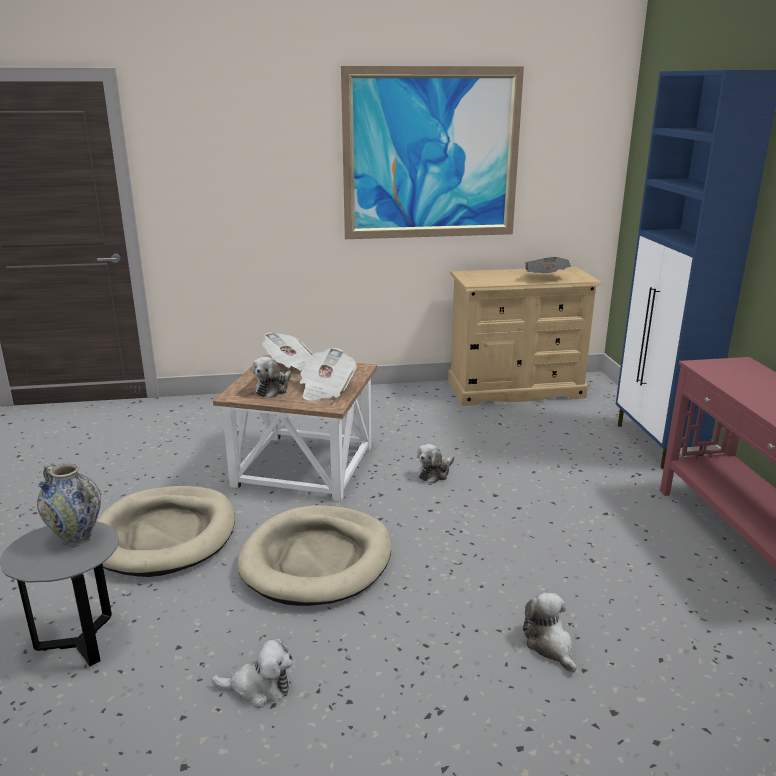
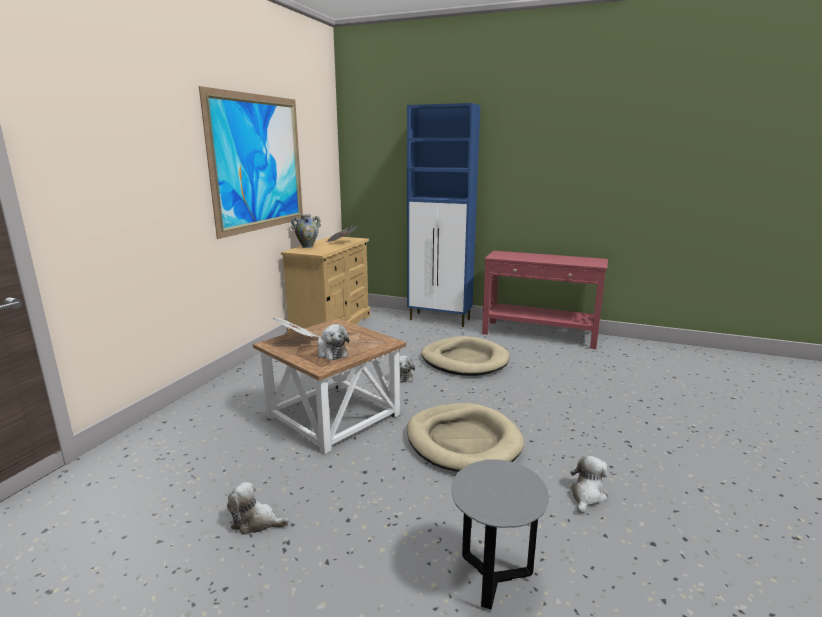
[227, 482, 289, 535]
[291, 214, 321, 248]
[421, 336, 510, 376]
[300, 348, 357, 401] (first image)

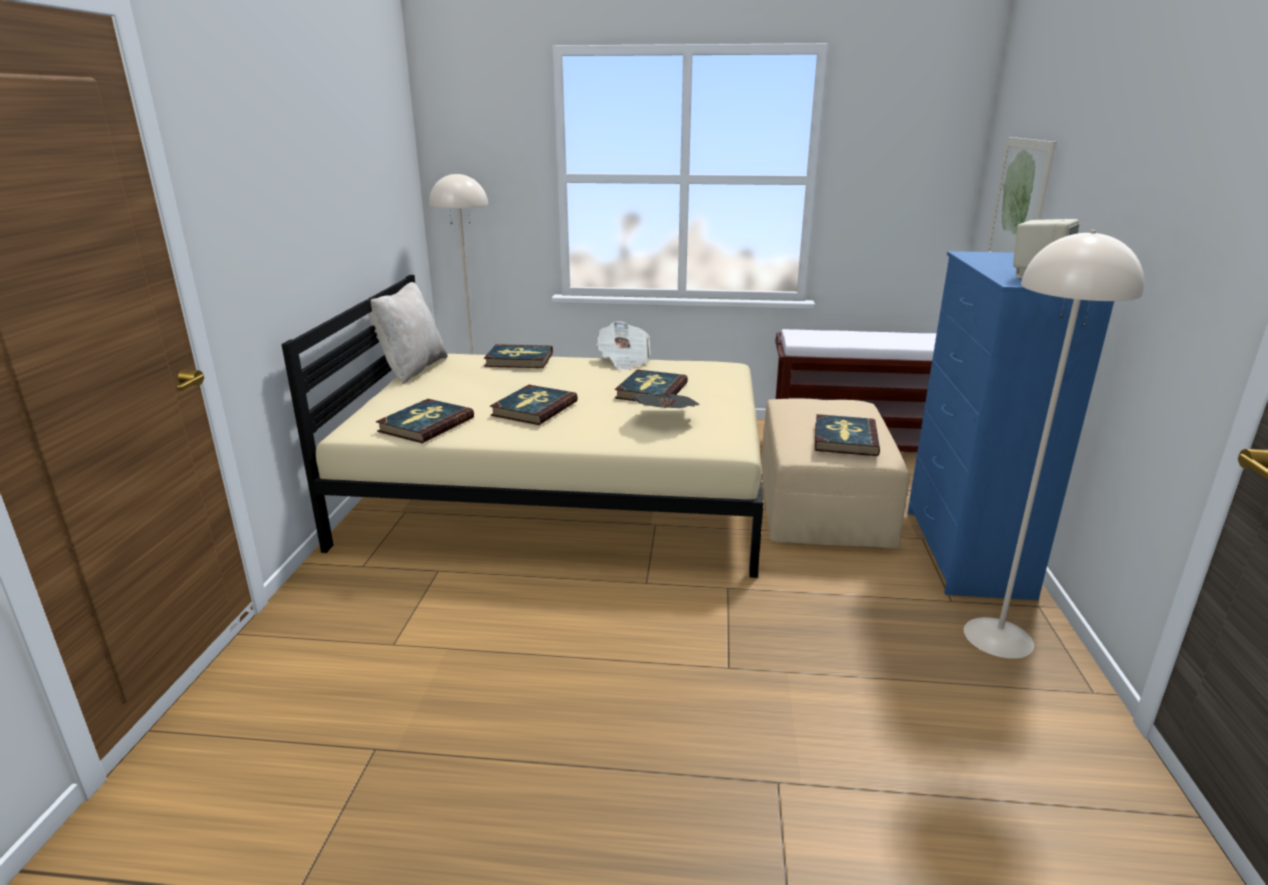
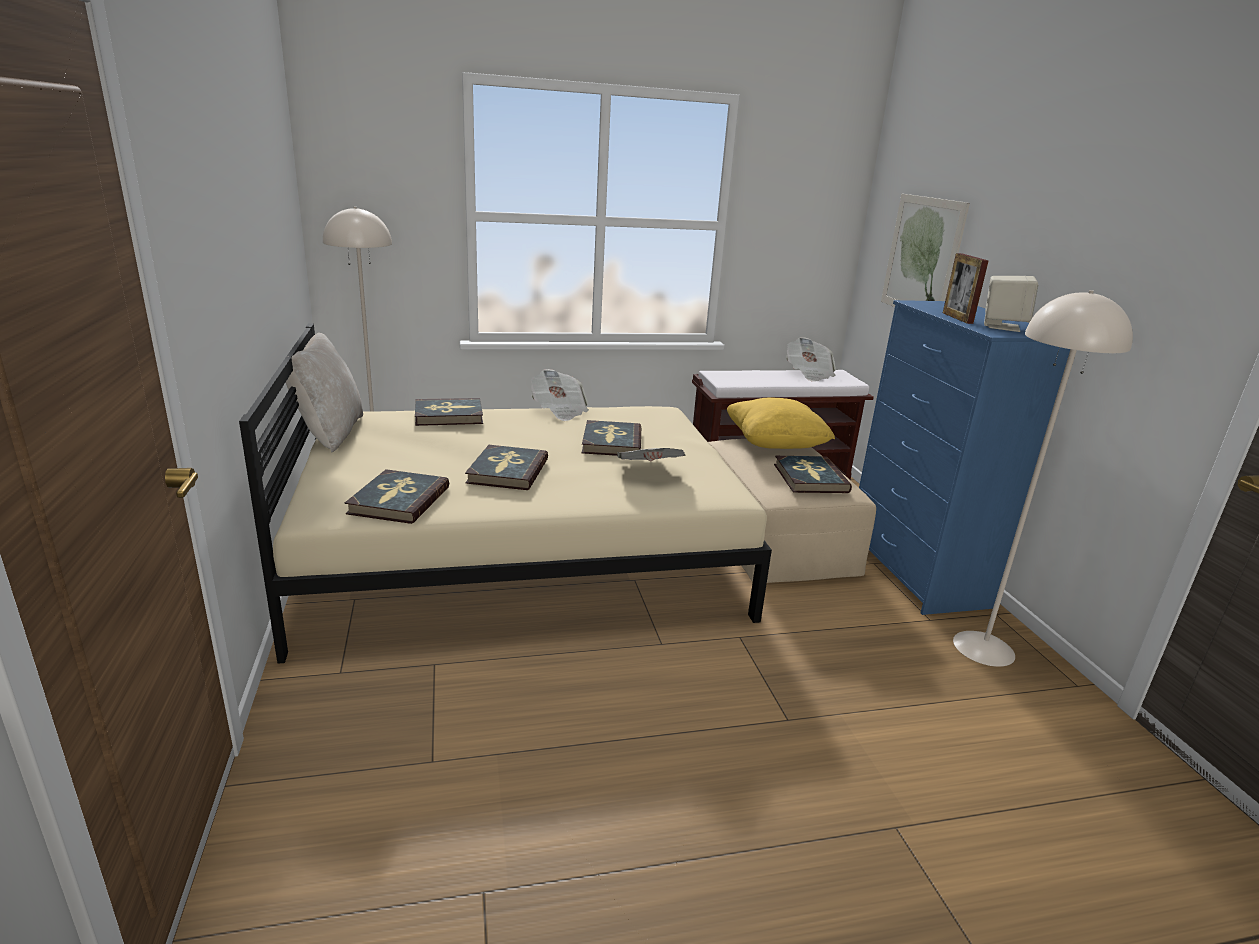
[727, 398, 835, 449]
[786, 337, 836, 382]
[943, 253, 989, 324]

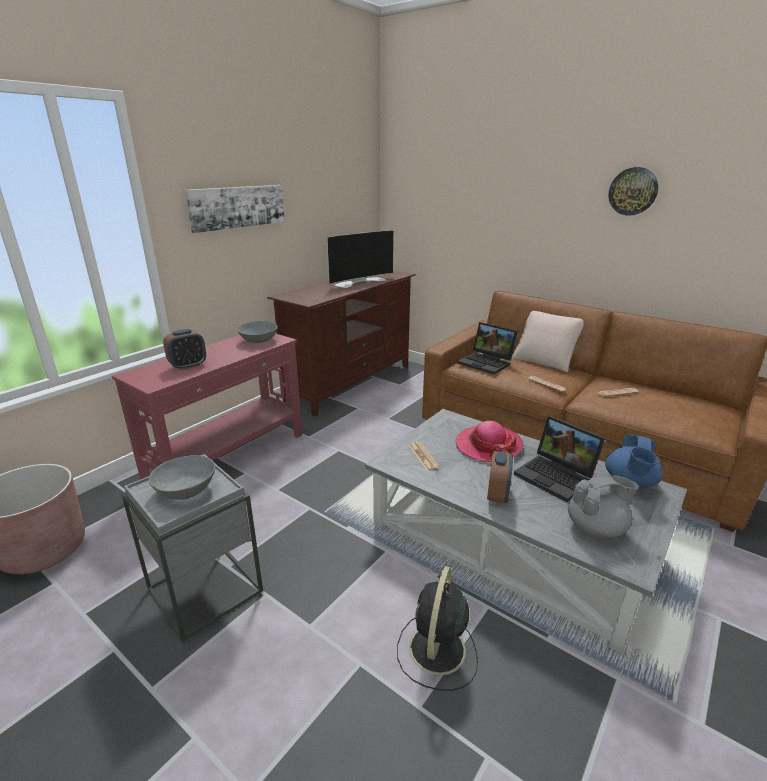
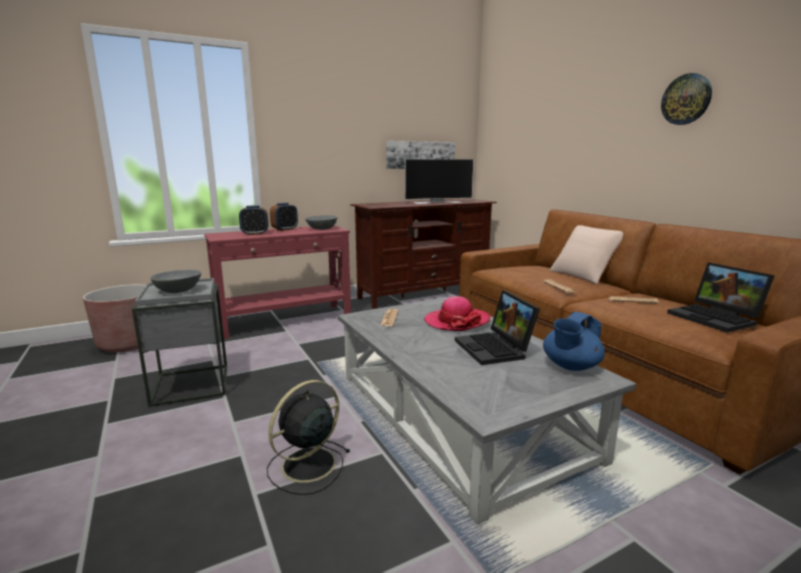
[270, 203, 298, 231]
[386, 141, 455, 169]
[667, 262, 774, 333]
[568, 475, 639, 538] (first image)

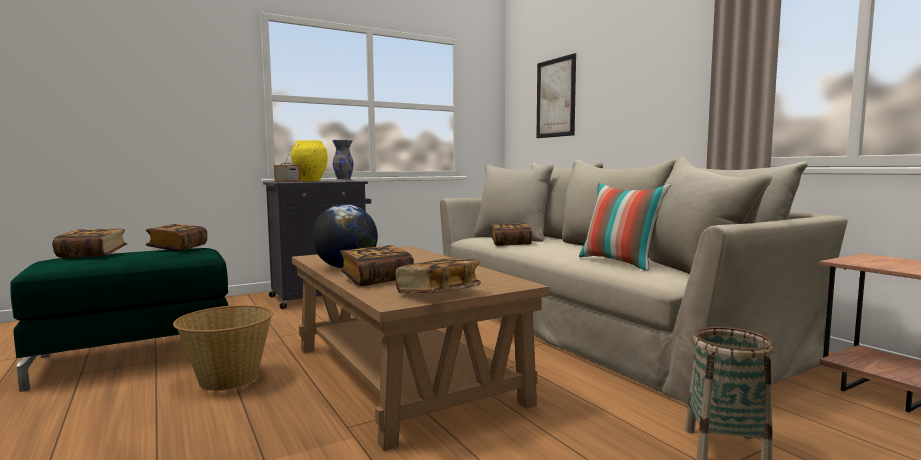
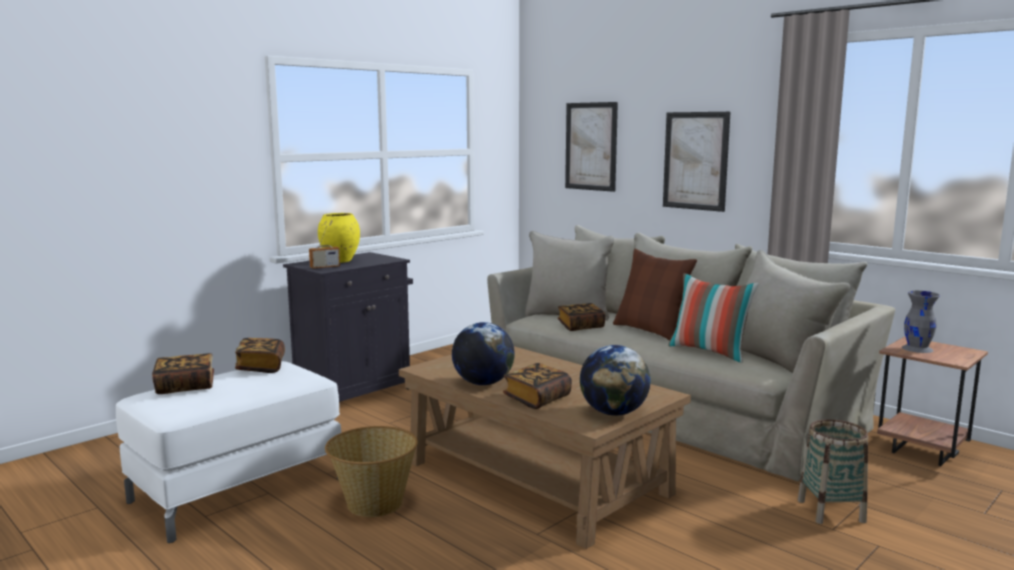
[116, 361, 341, 543]
[580, 345, 651, 416]
[613, 249, 697, 340]
[663, 112, 731, 212]
[902, 291, 940, 353]

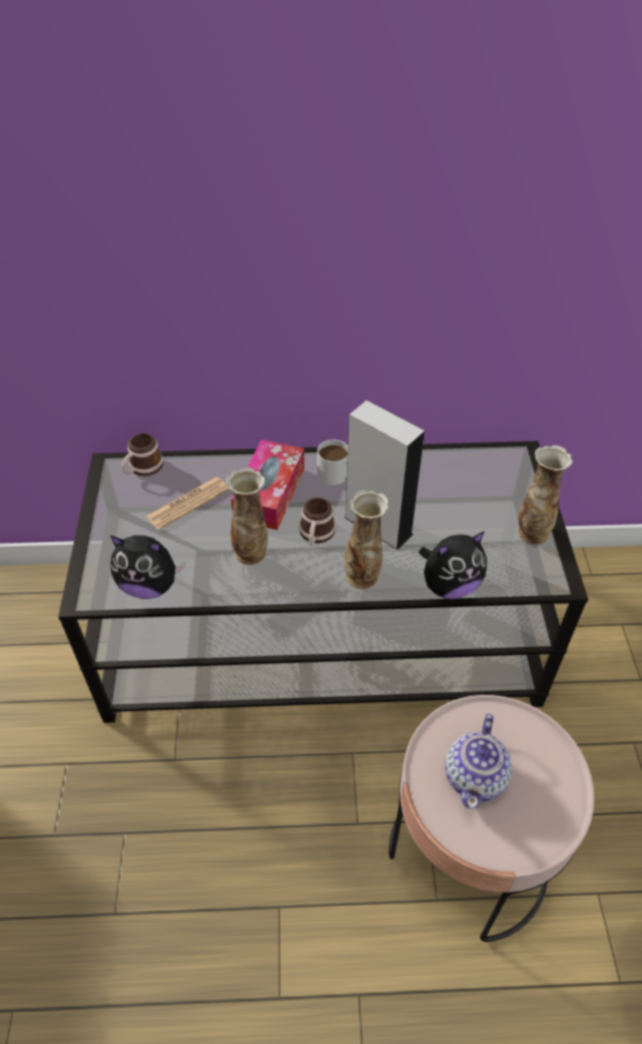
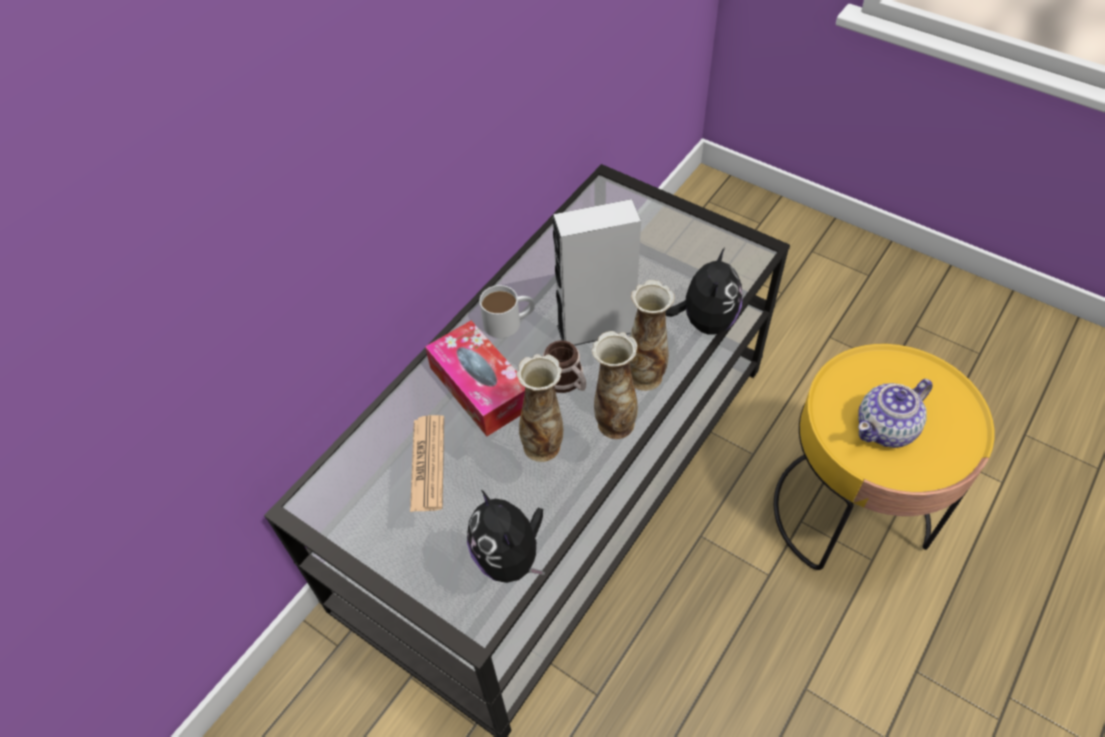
[467, 490, 545, 583]
[592, 331, 638, 439]
[774, 344, 994, 570]
[858, 379, 933, 448]
[122, 433, 163, 476] (first image)

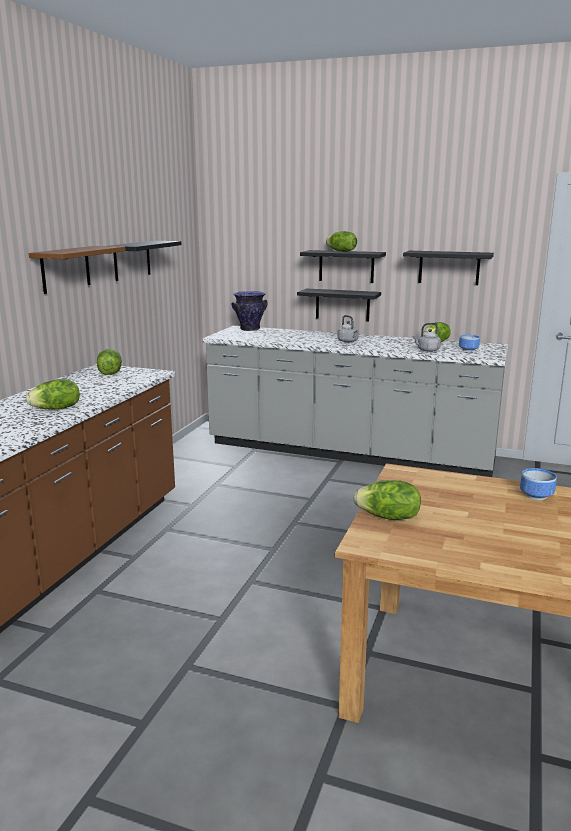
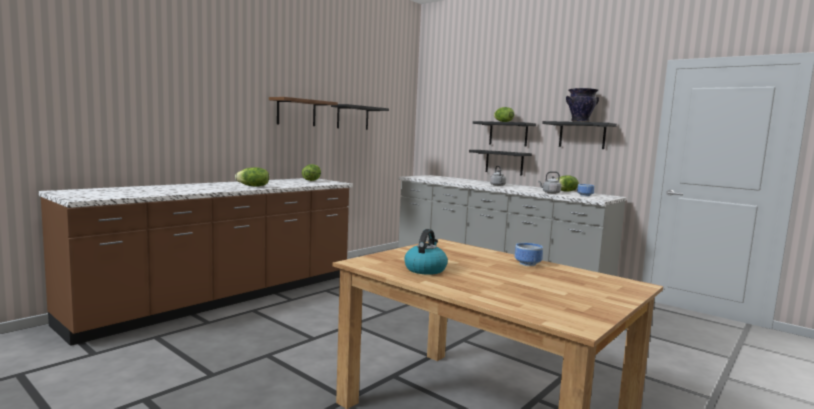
[404, 229, 448, 275]
[566, 88, 599, 122]
[353, 480, 421, 520] (first image)

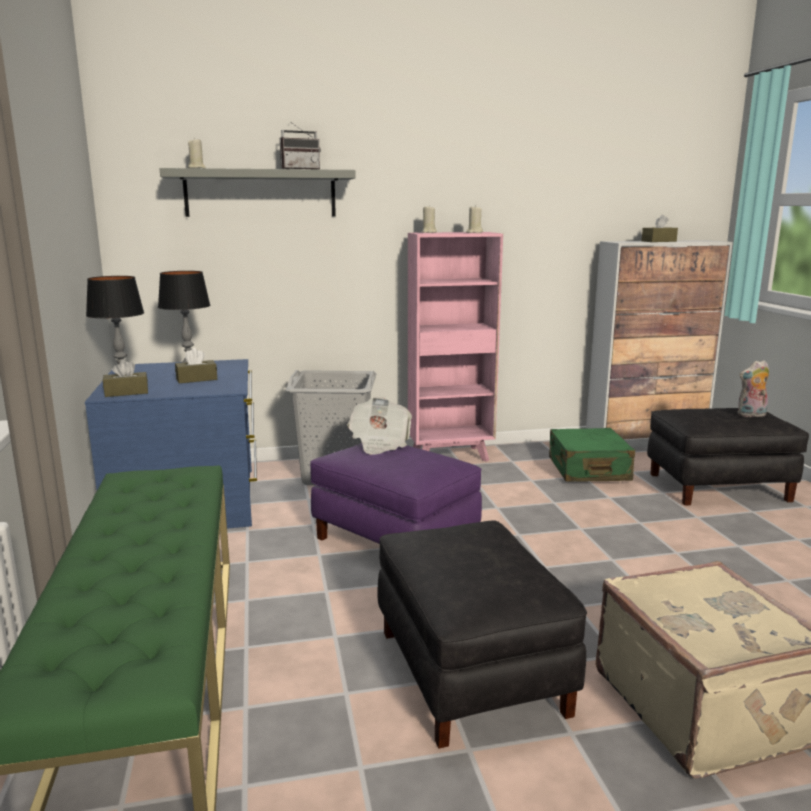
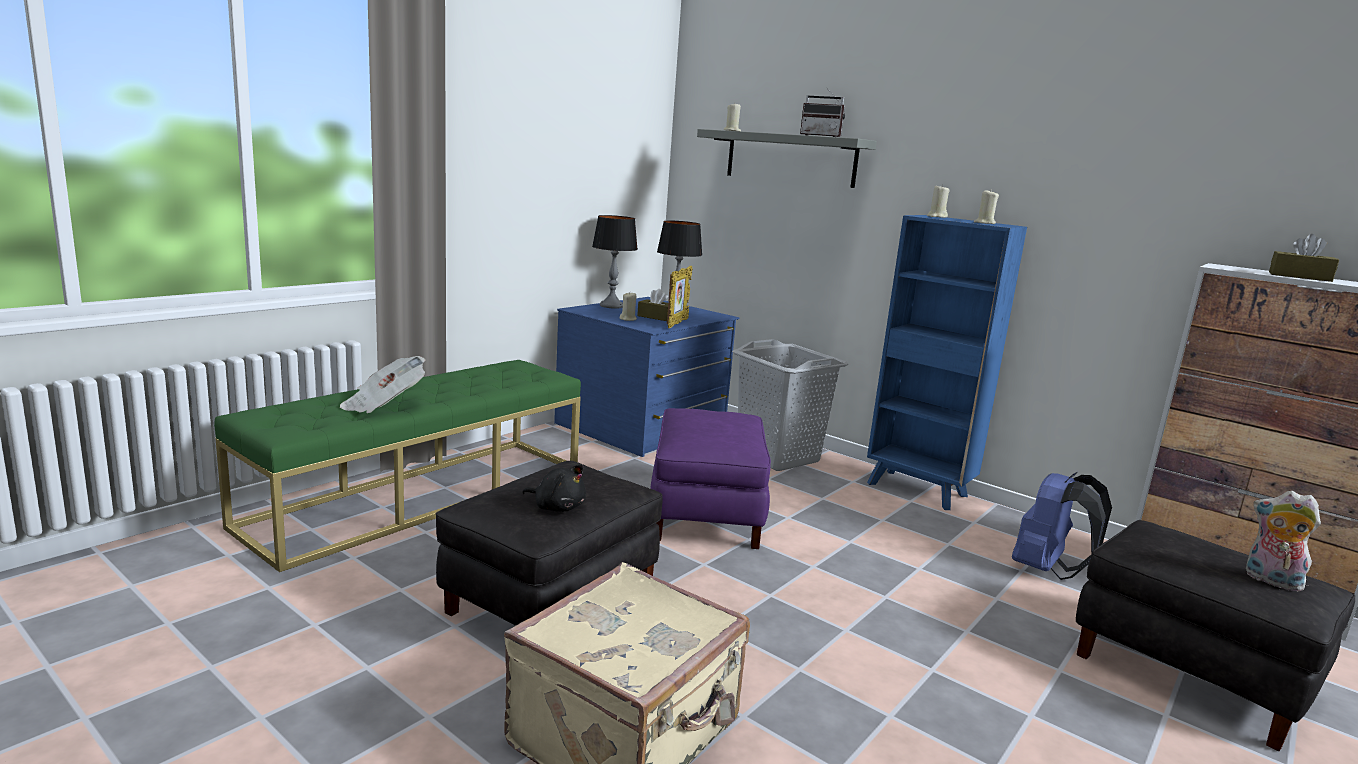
[340, 356, 426, 413]
[522, 465, 586, 512]
[620, 293, 637, 321]
[667, 266, 693, 328]
[867, 215, 1027, 510]
[1012, 472, 1112, 580]
[103, 359, 148, 397] (first image)

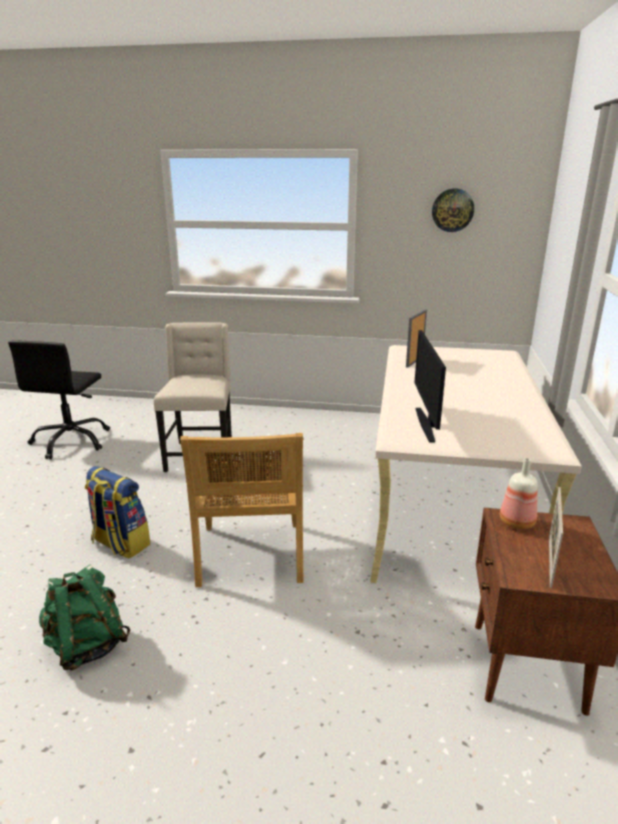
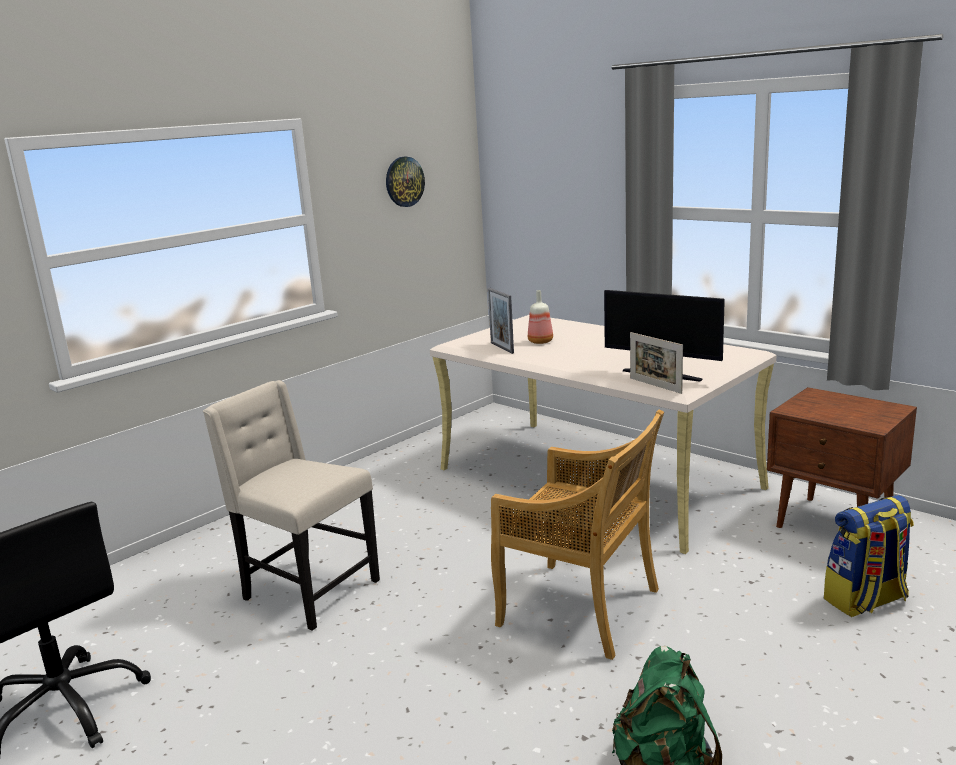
[528, 290, 553, 344]
[630, 332, 683, 394]
[824, 495, 914, 617]

